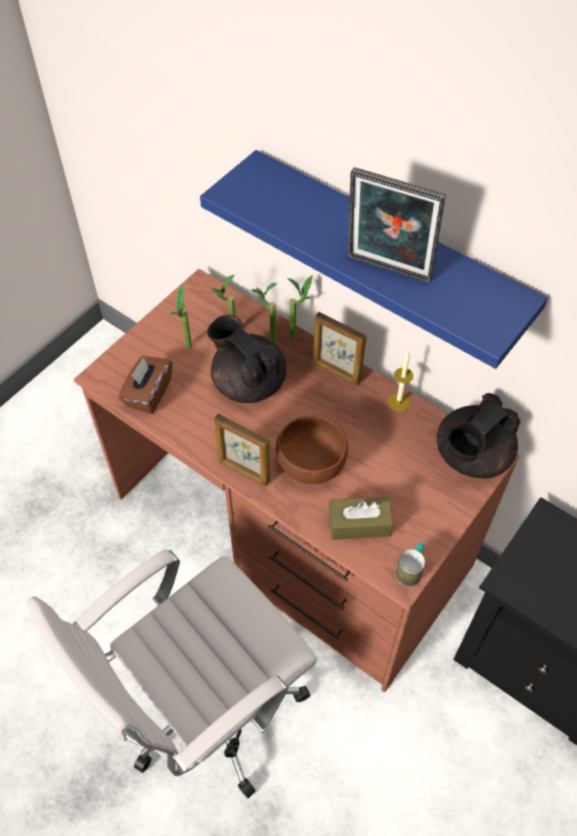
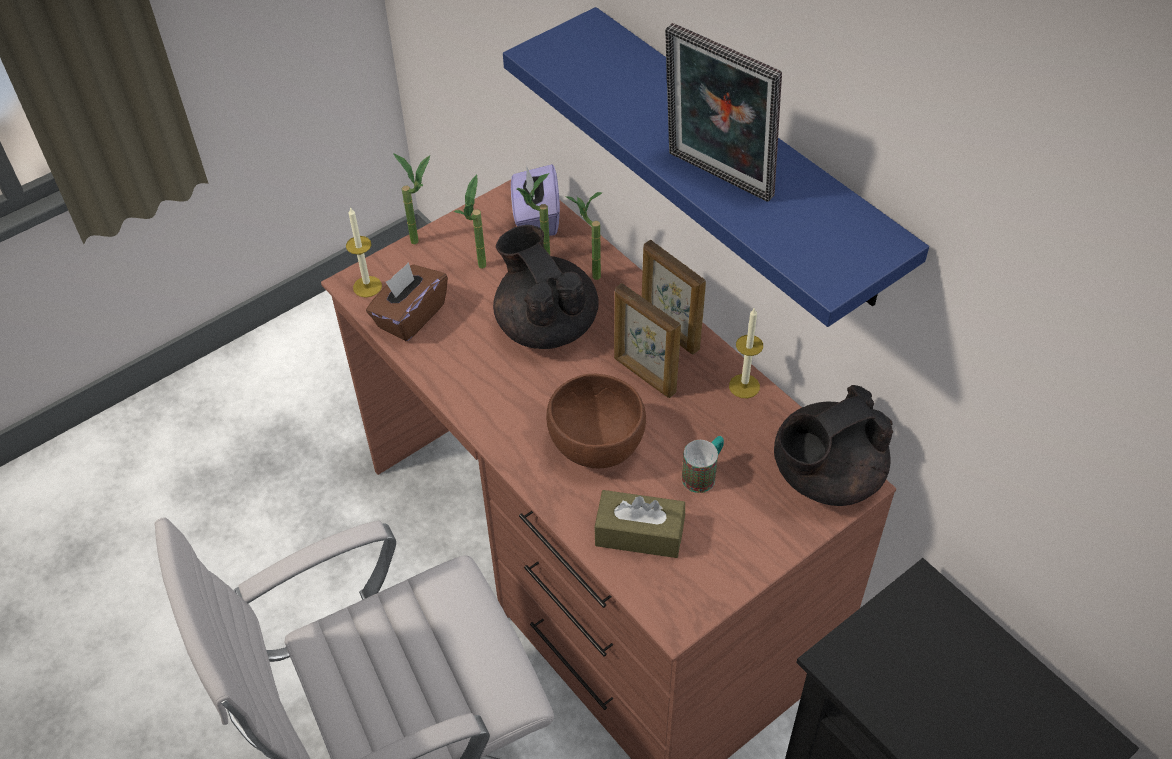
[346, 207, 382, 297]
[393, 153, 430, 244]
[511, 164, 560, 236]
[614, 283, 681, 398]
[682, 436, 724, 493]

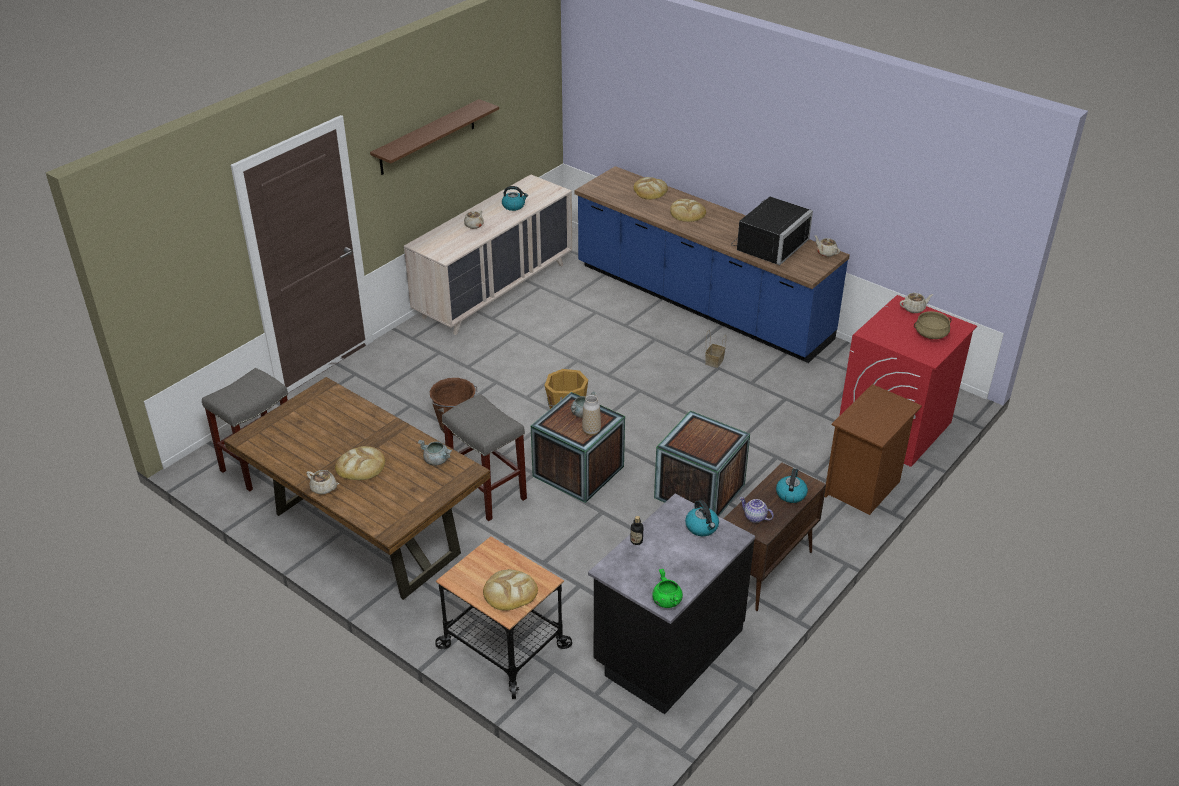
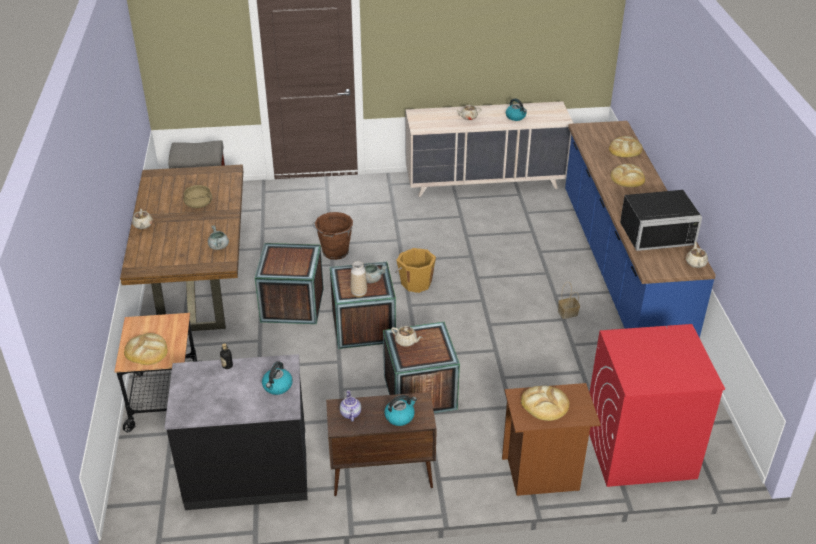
[183, 185, 212, 208]
[255, 243, 324, 324]
[391, 326, 423, 347]
[521, 386, 569, 421]
[370, 99, 499, 175] (first image)
[652, 569, 683, 608] (first image)

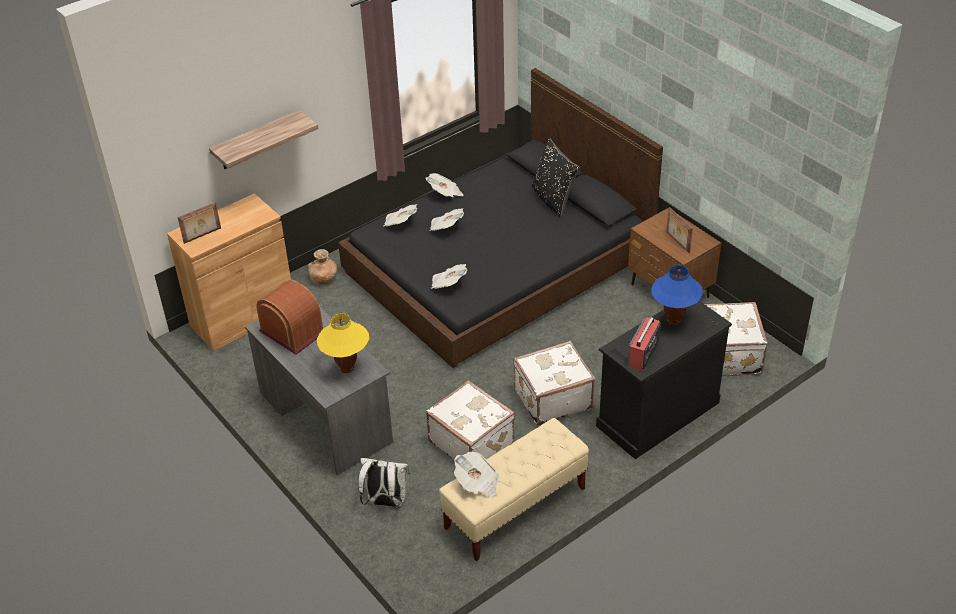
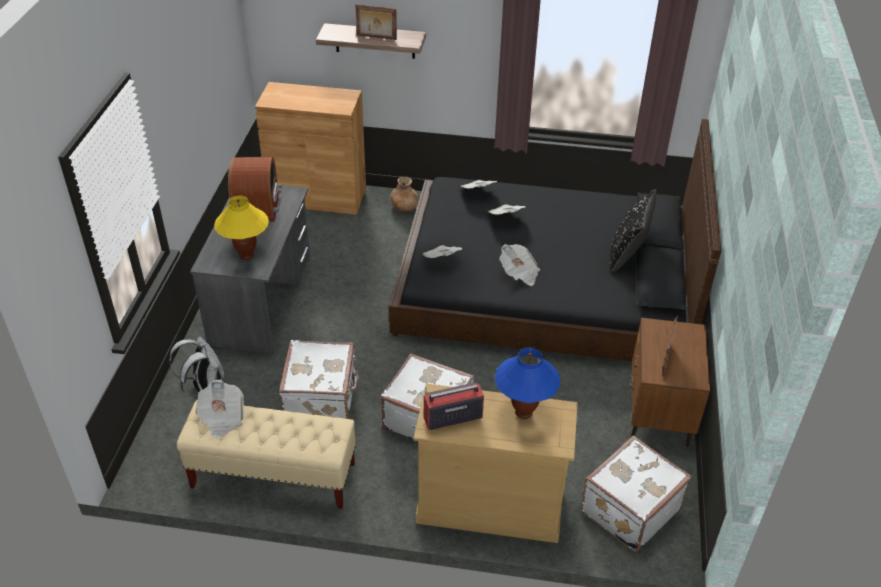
[356, 4, 397, 40]
[414, 384, 578, 543]
[499, 244, 540, 286]

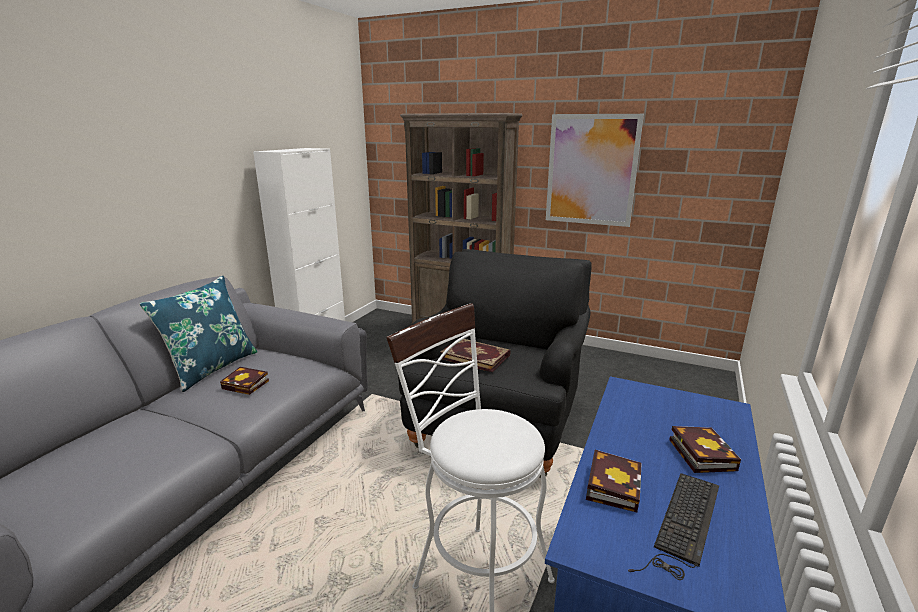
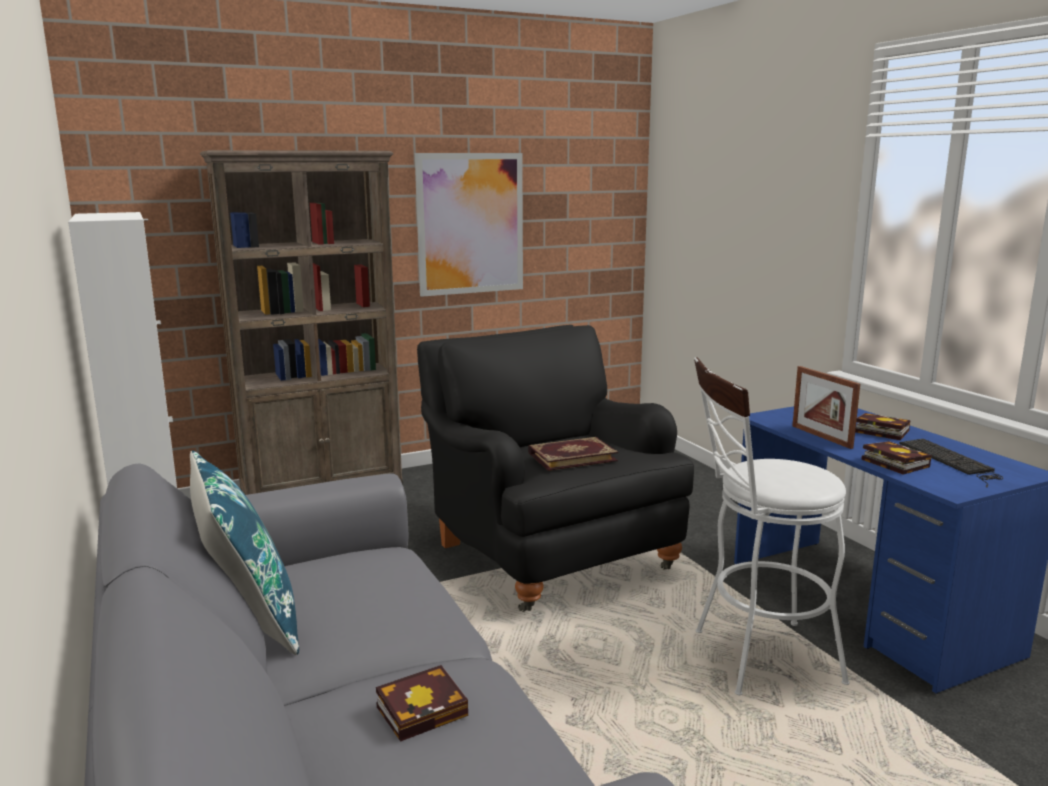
[376, 665, 468, 742]
[792, 366, 860, 449]

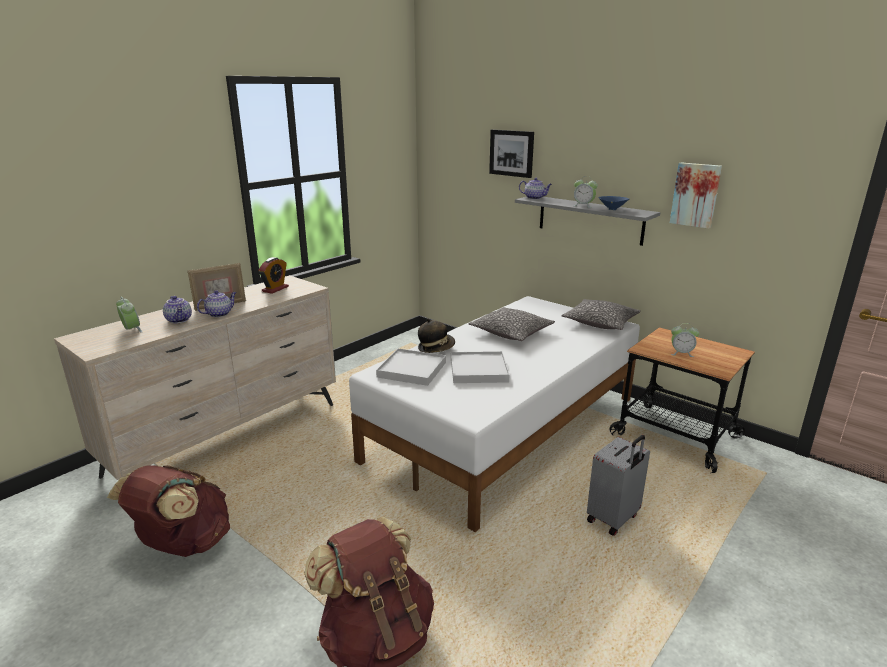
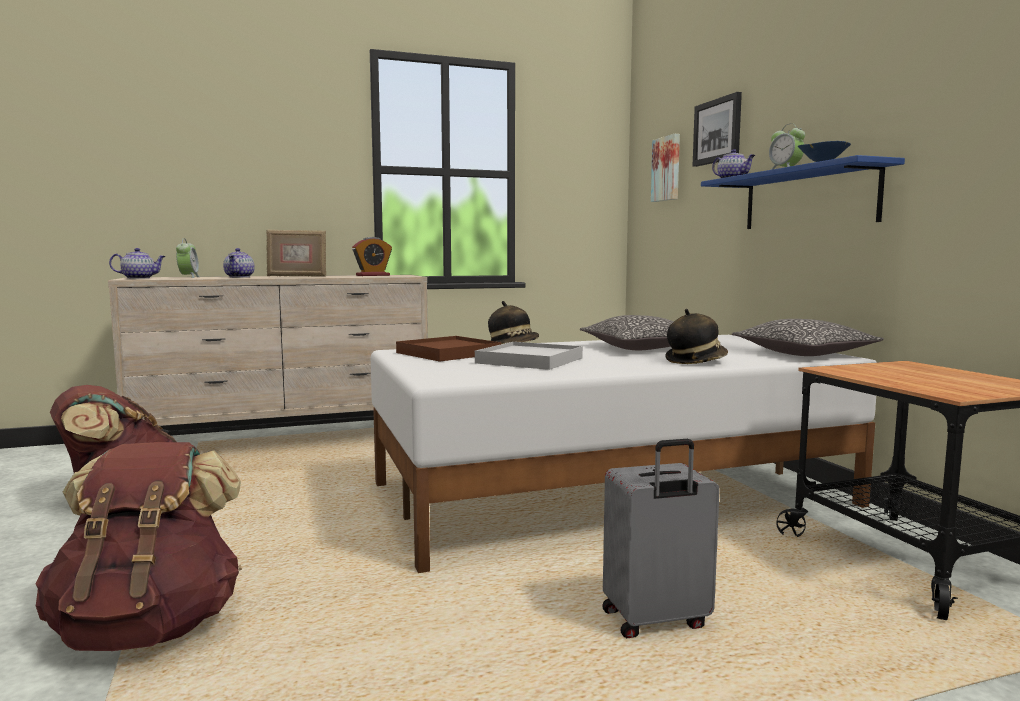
[109, 248, 166, 279]
[396, 336, 501, 362]
[651, 134, 680, 202]
[665, 309, 728, 364]
[701, 155, 905, 229]
[671, 323, 699, 357] (first image)

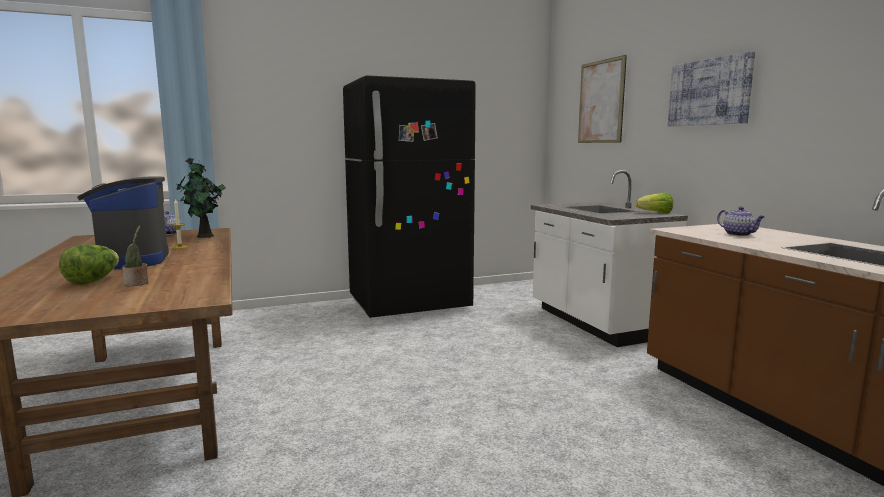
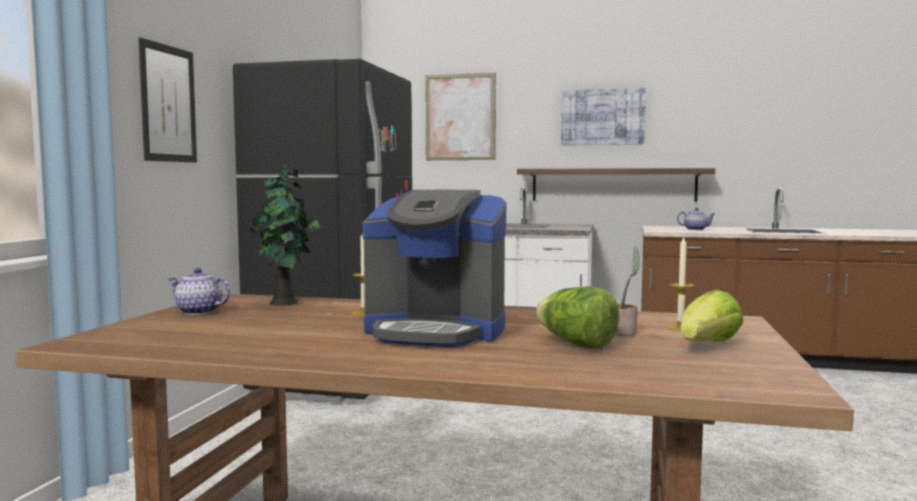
[138, 37, 197, 163]
[517, 168, 715, 202]
[666, 237, 695, 331]
[680, 289, 743, 341]

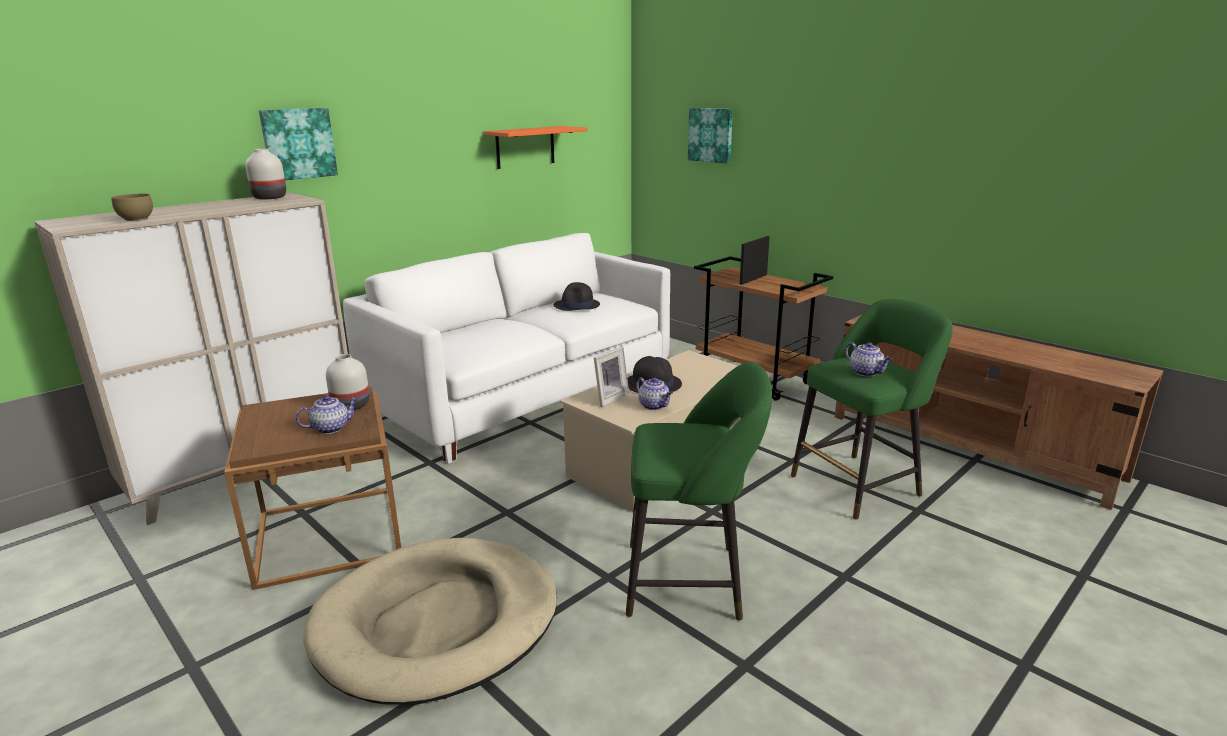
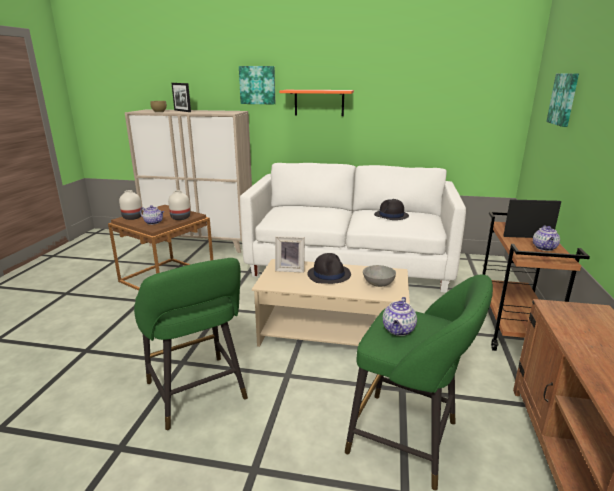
[119, 190, 142, 220]
[171, 83, 191, 112]
[279, 90, 354, 116]
[363, 265, 396, 287]
[533, 225, 560, 251]
[303, 538, 557, 705] (first image)

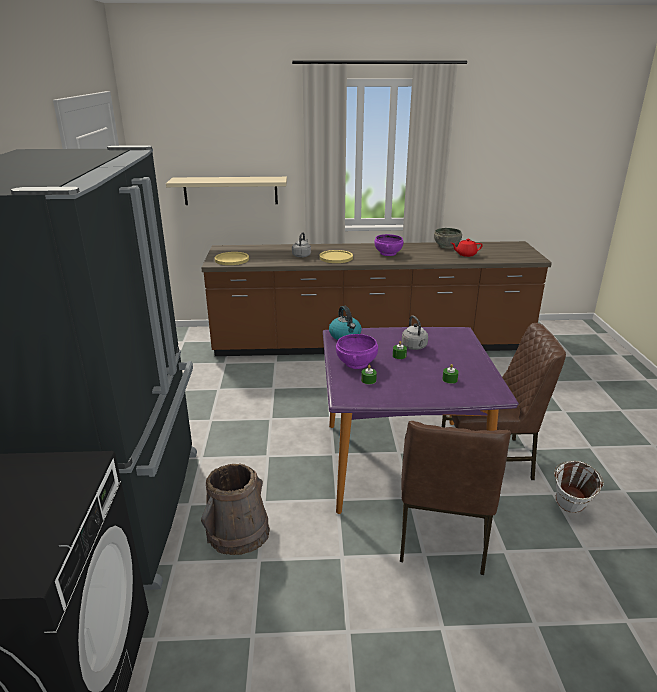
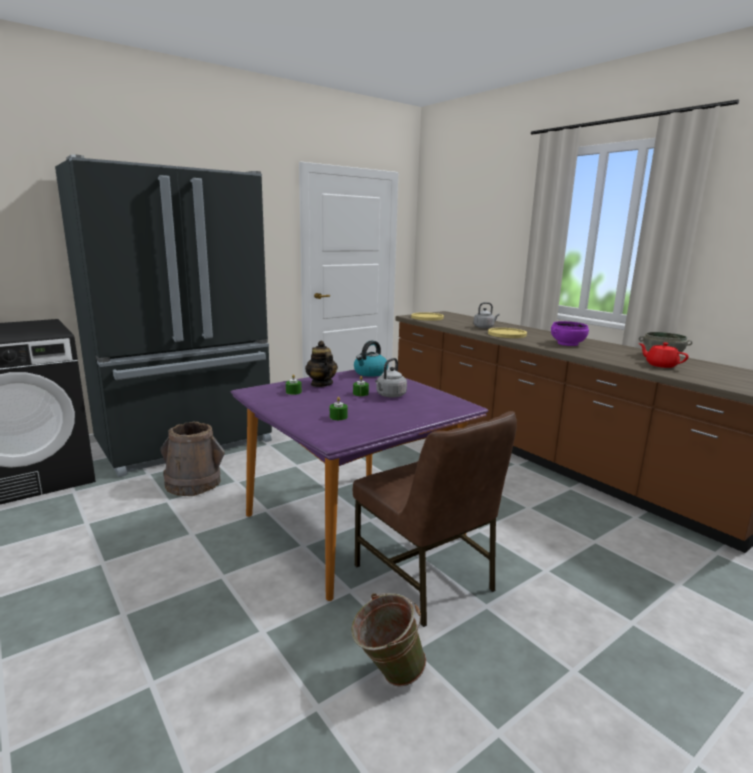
[305, 341, 338, 387]
[351, 593, 426, 686]
[166, 177, 287, 205] (first image)
[400, 421, 511, 575] (first image)

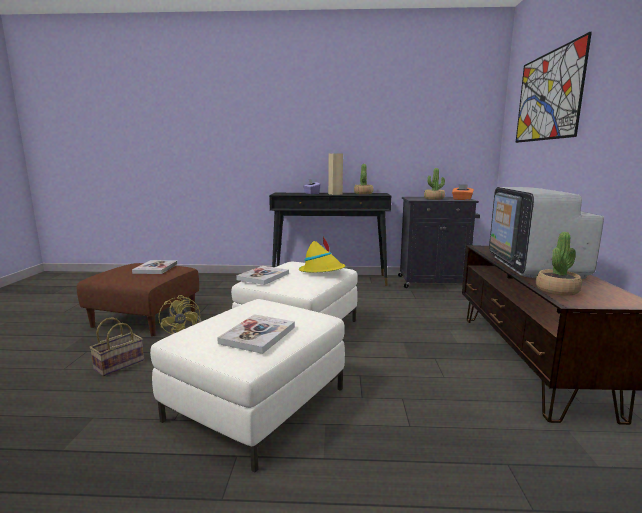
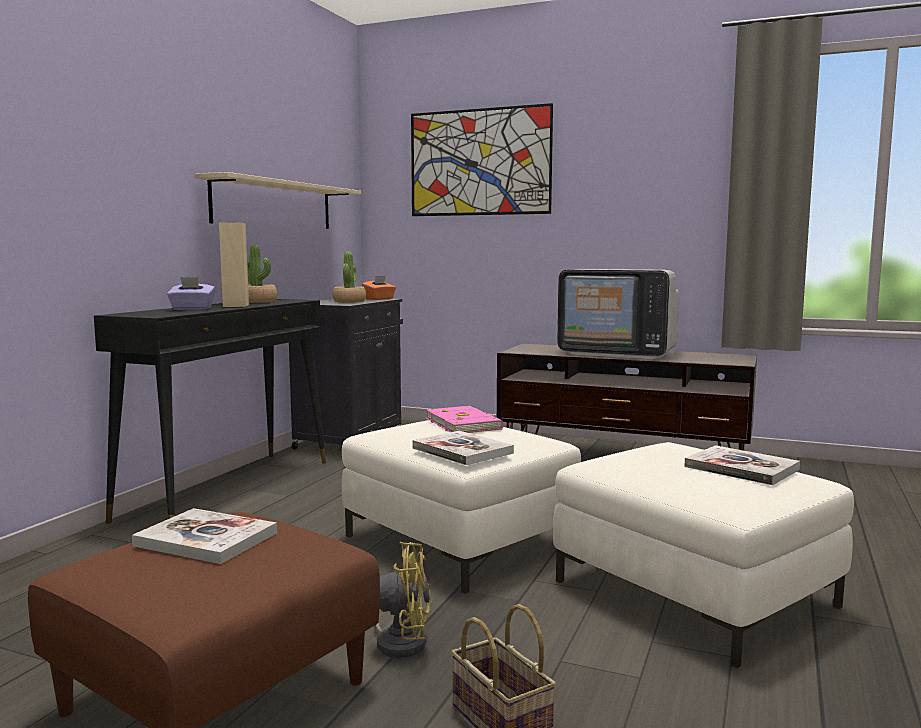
[195, 172, 361, 229]
[426, 406, 504, 433]
[536, 232, 582, 296] (first image)

